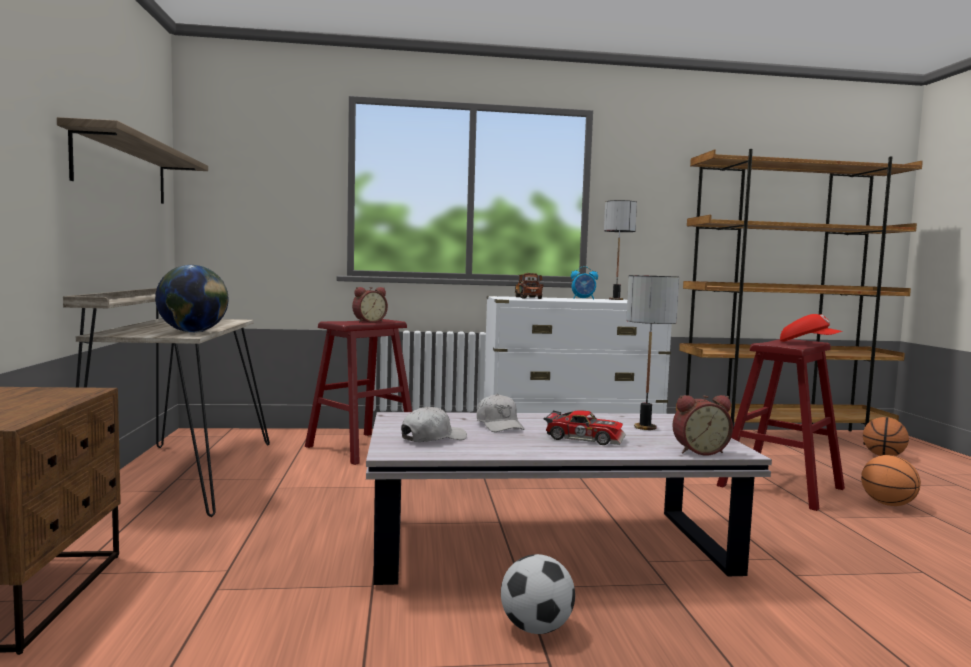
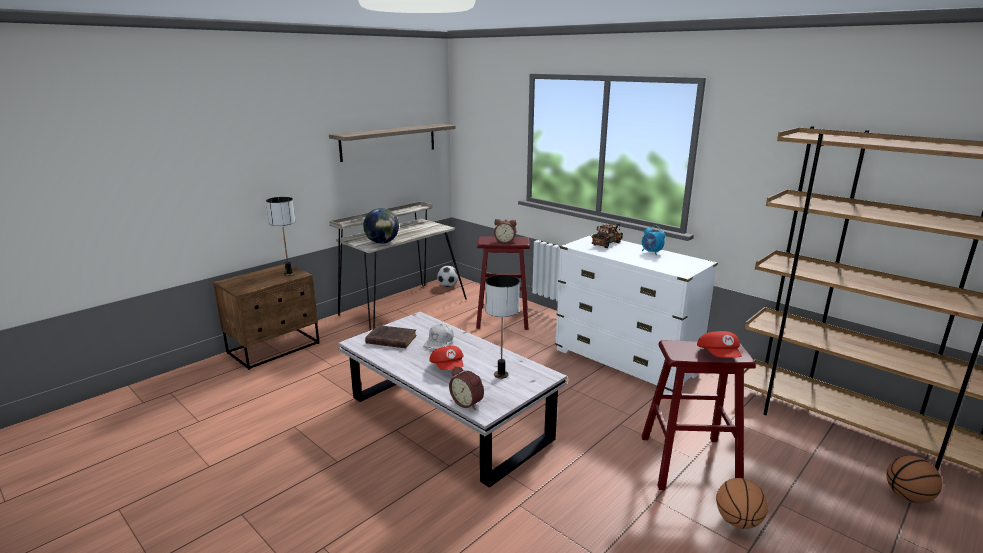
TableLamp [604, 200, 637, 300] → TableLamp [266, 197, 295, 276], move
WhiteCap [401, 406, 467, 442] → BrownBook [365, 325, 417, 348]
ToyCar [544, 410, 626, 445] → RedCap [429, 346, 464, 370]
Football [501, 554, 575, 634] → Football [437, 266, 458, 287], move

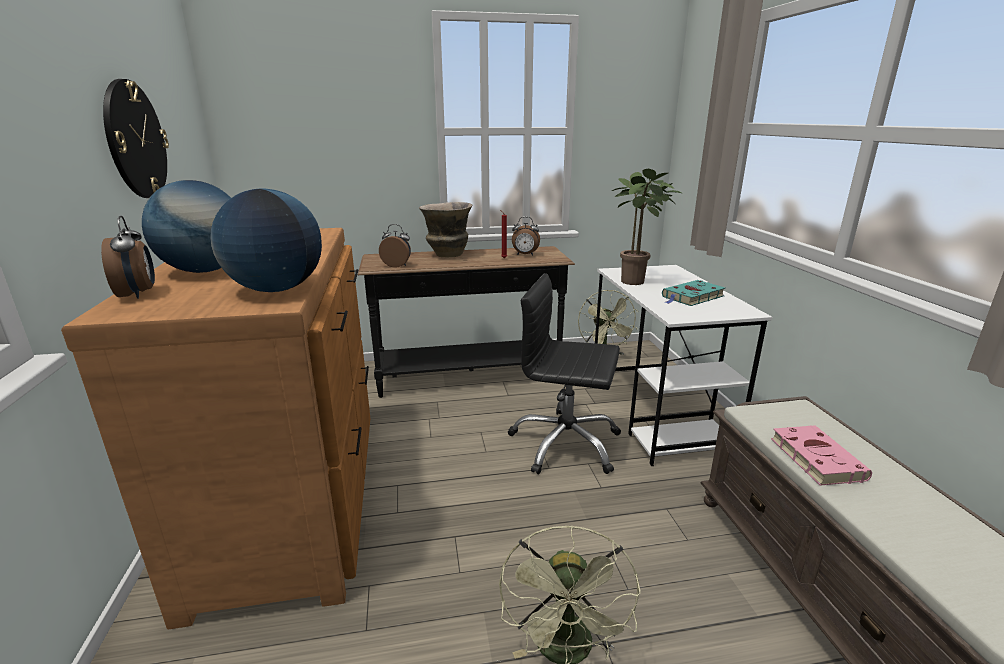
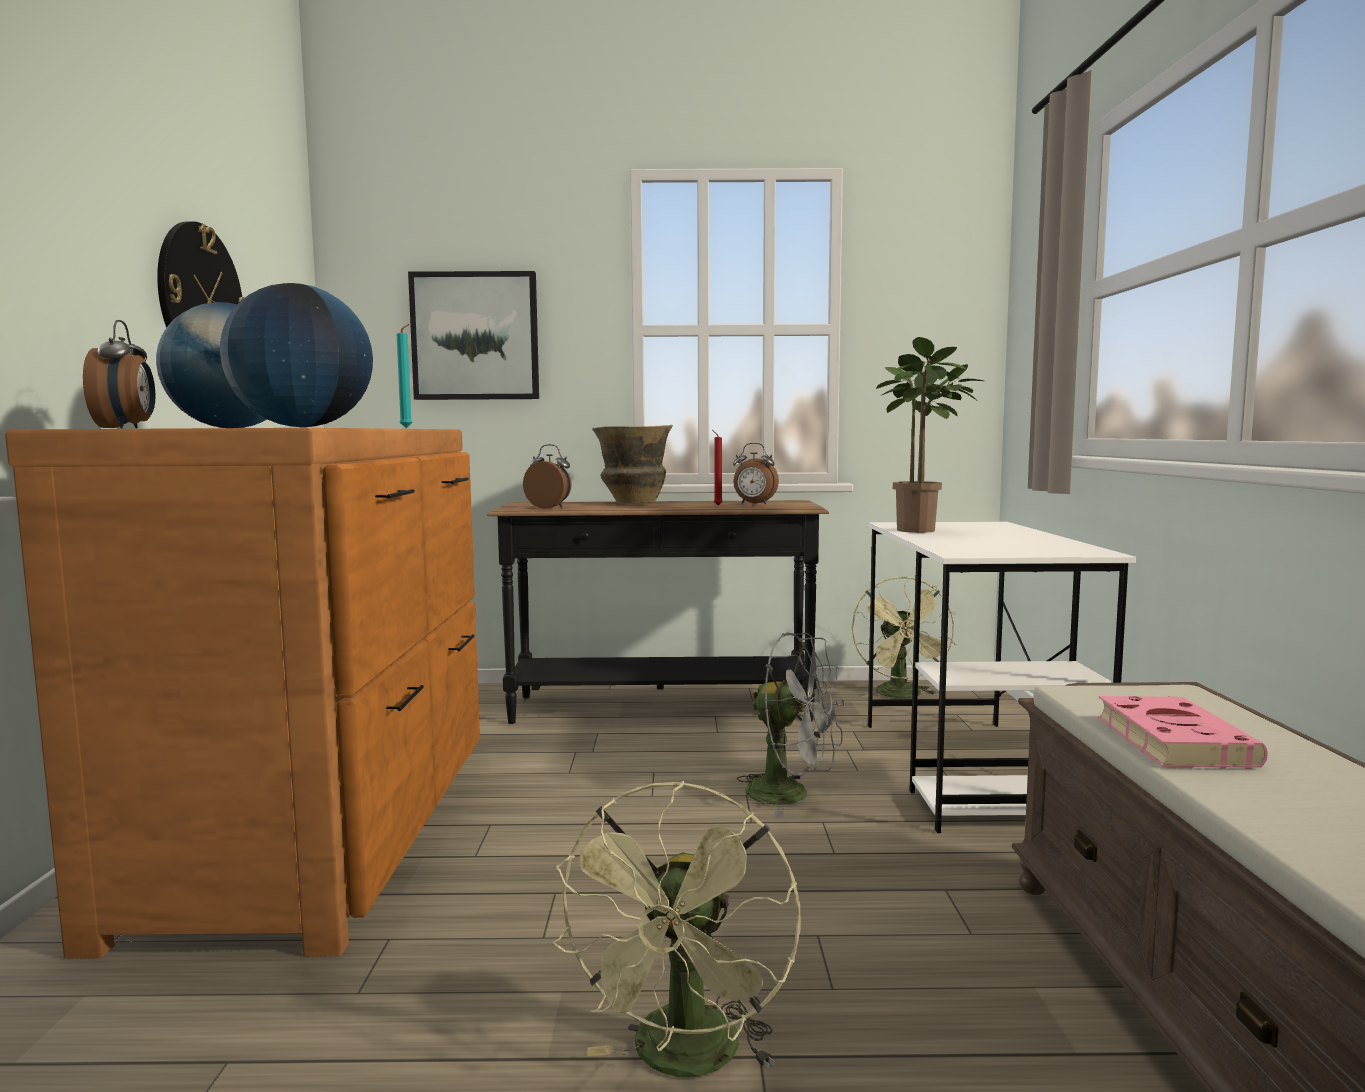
- → TurquoiseCandle [397, 324, 413, 428]
- → Picture [408, 271, 539, 400]
BlackOfficeChair [508, 273, 621, 474] → GreyFan [737, 633, 844, 817]
TurquoiseBook [662, 280, 725, 306] → -

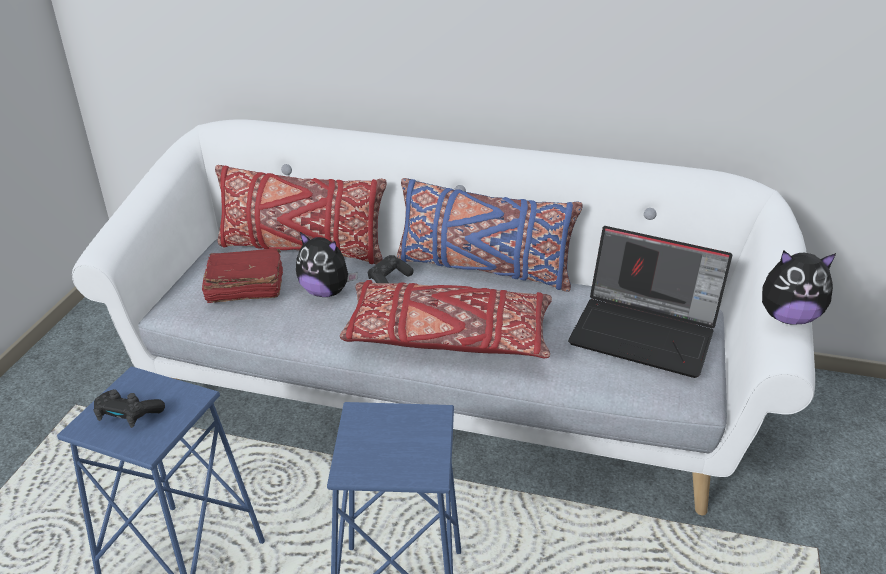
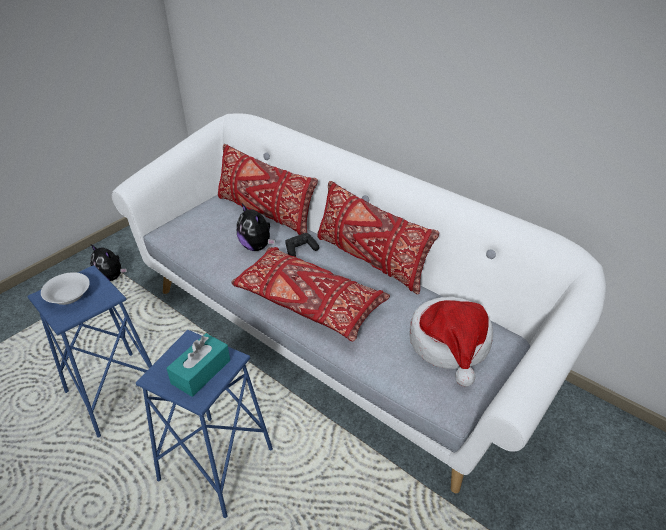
BlackGameController [94, 389, 165, 428] → WhiteBowl [41, 272, 90, 305]
PlushToy [762, 250, 836, 325] → PlushToy [90, 244, 127, 281], move
- → TurquoiseTissueBox [166, 333, 230, 397]
BluePillow [397, 178, 583, 292] → RedPillow [317, 181, 439, 294]
Laptop [568, 226, 732, 378] → Hat [410, 297, 493, 387]
RedBook [202, 248, 283, 303] → -

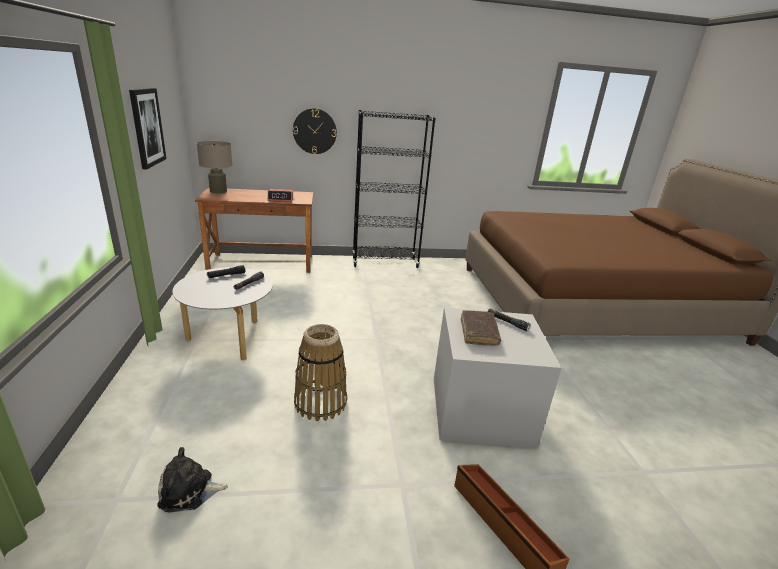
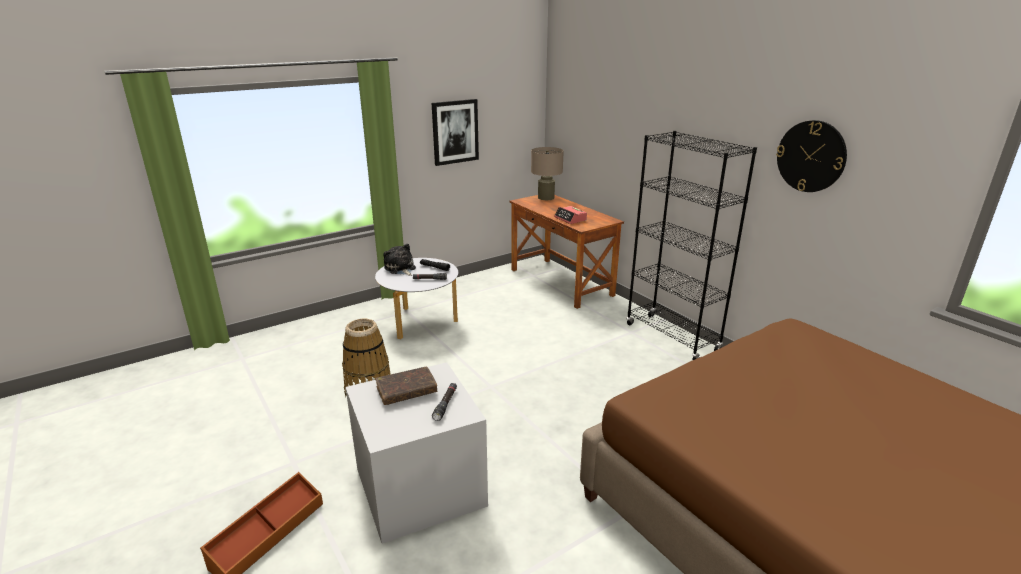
PlushToy [158, 447, 228, 513] → PlushToy [383, 244, 416, 276], move
WallClock [293, 108, 337, 154] → WallClock [776, 120, 847, 192], move

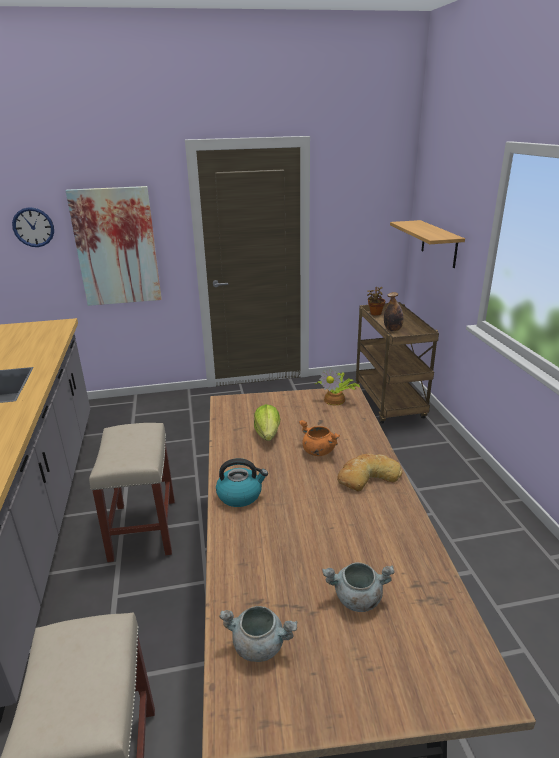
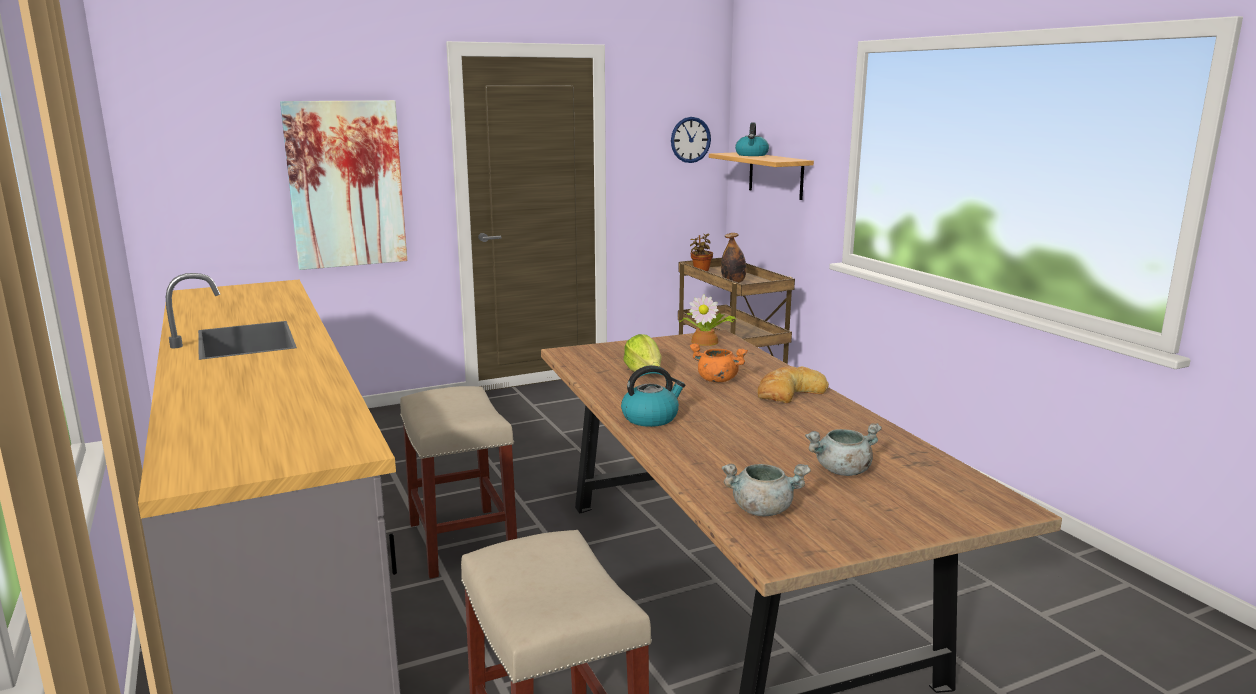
WallClock [12, 207, 54, 247] → WallClock [671, 117, 711, 163], move
- → Kettle [735, 122, 769, 156]

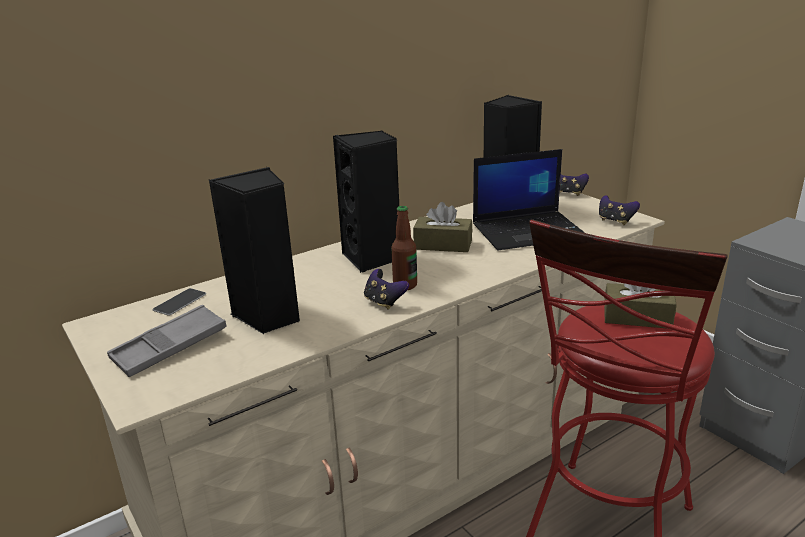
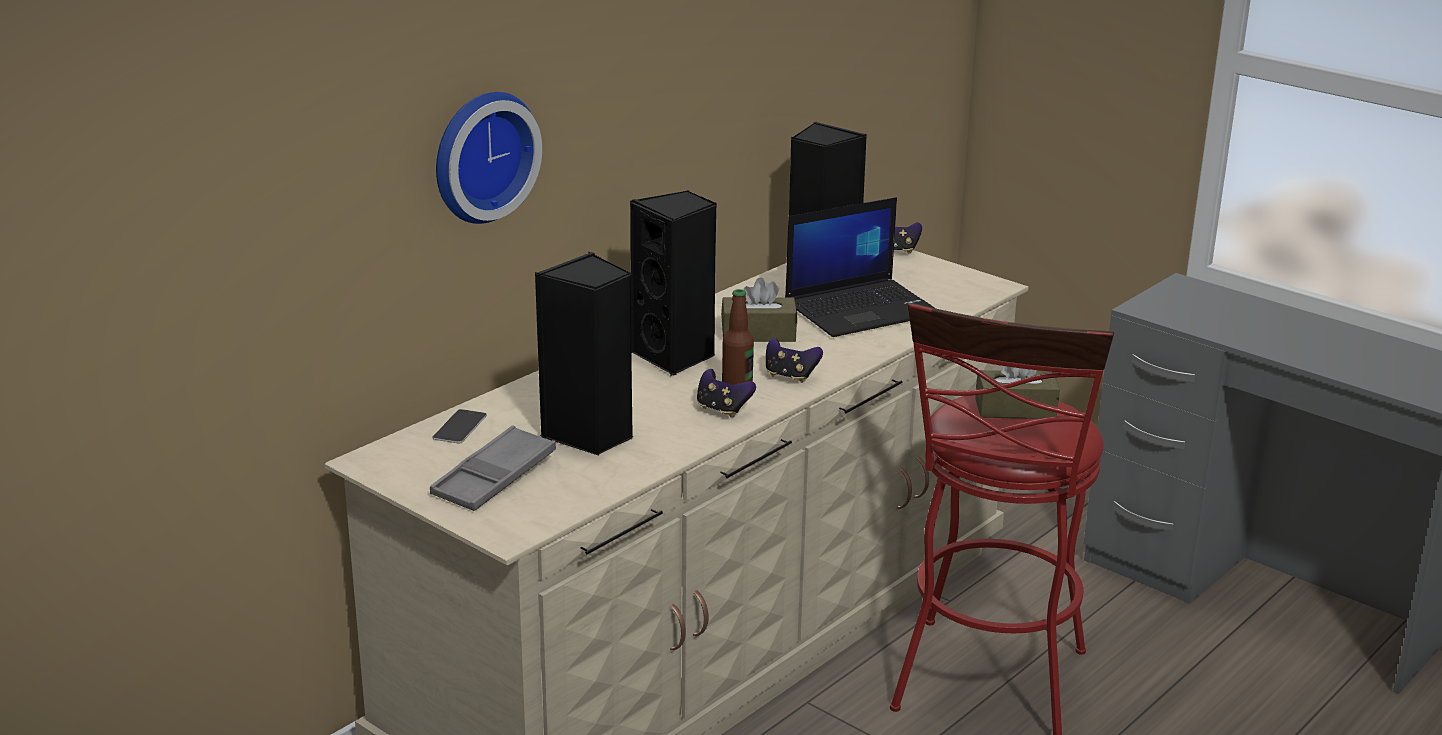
- → WallClock [436, 92, 542, 224]
GameController [599, 195, 640, 225] → GameController [766, 338, 823, 383], move

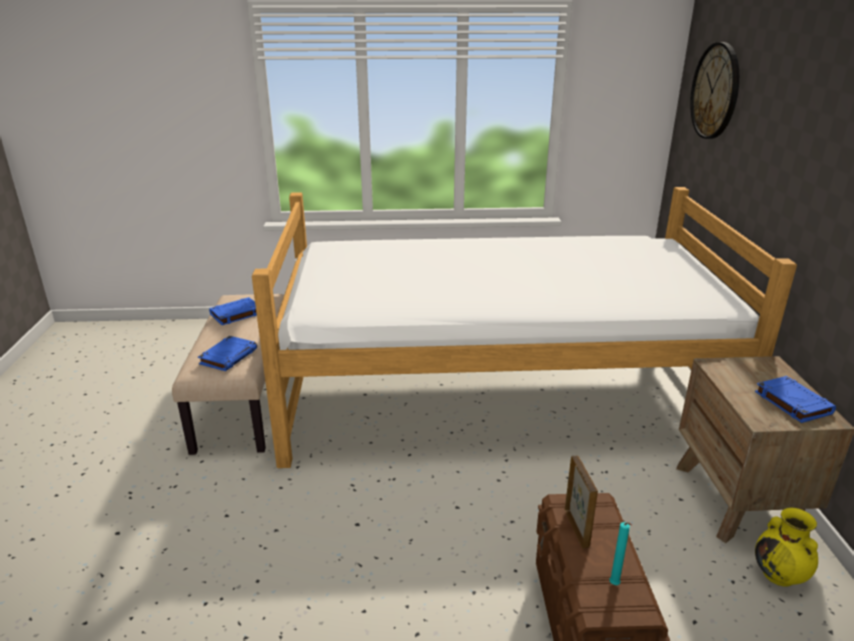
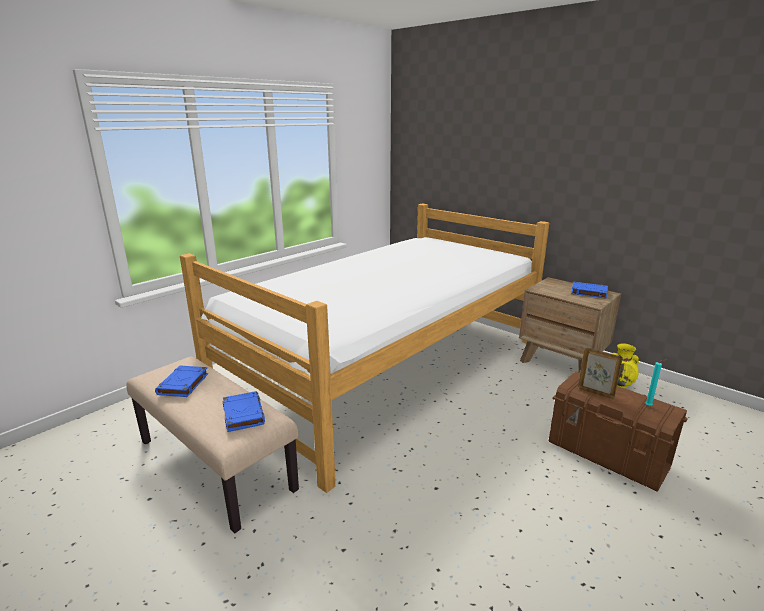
WallClock [690, 42, 739, 139] → -

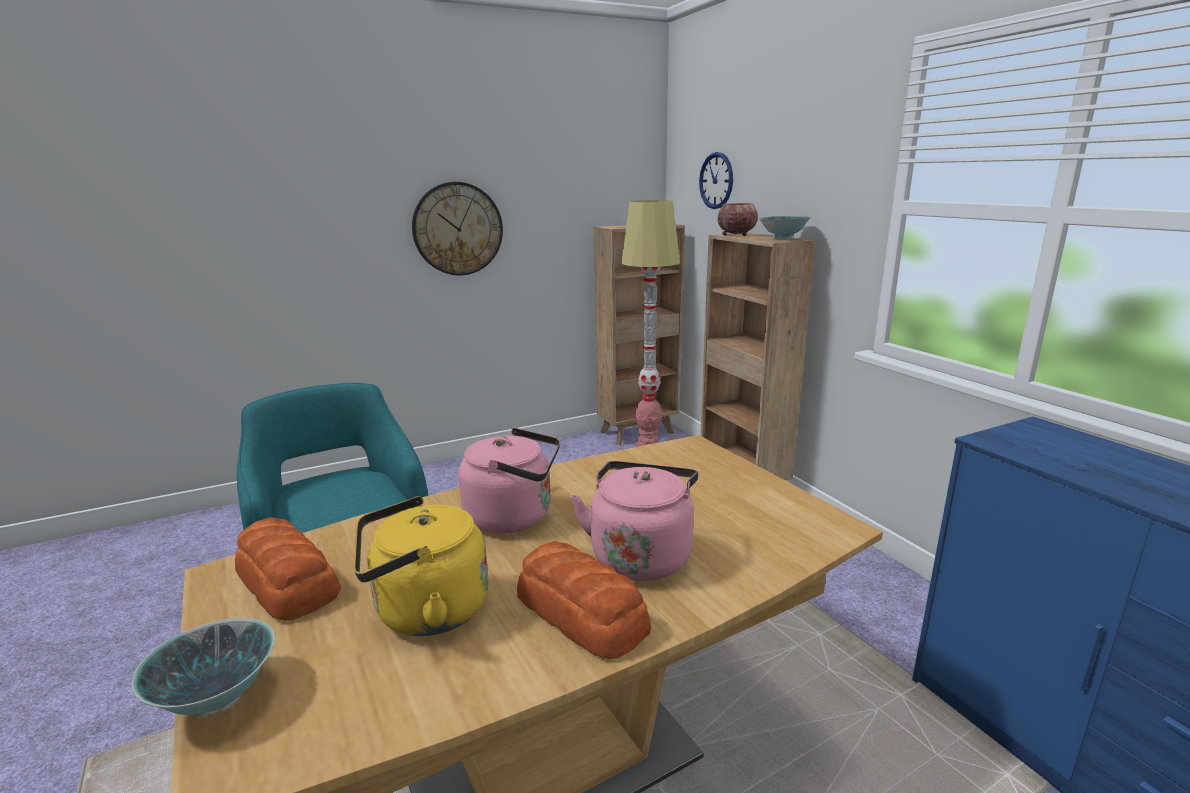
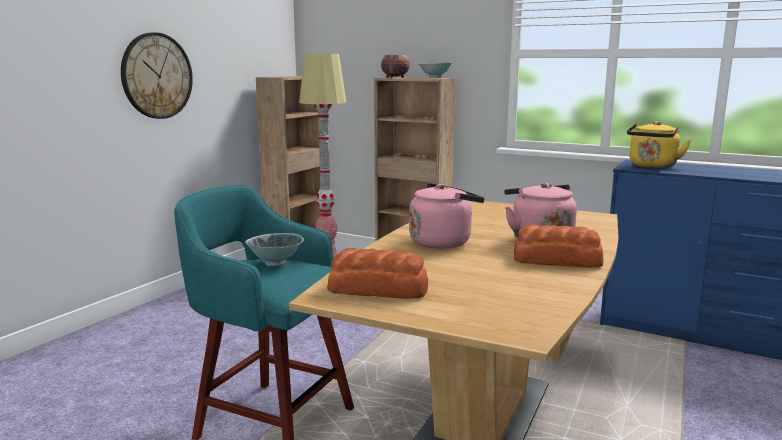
Bowl [132, 618, 275, 717] → Bowl [245, 233, 304, 266], move
YellowKettle [354, 496, 489, 636] → YellowKettle [627, 121, 691, 168], move
WallClock [699, 152, 733, 209] → -

